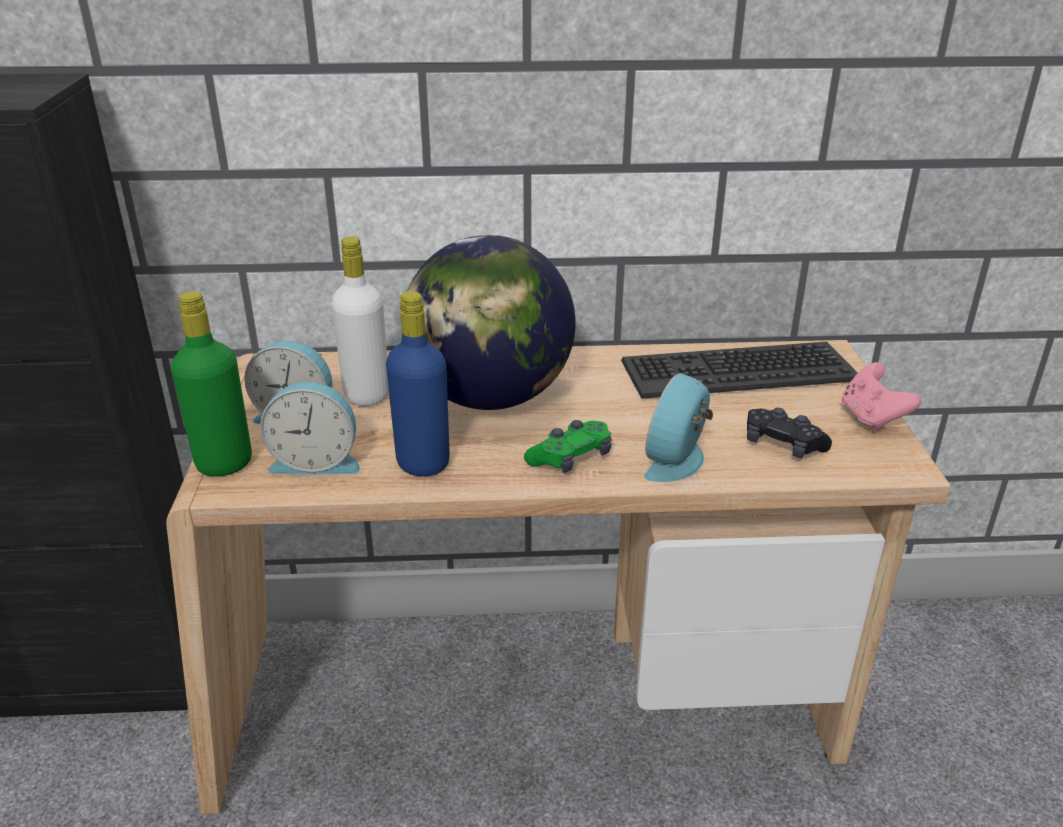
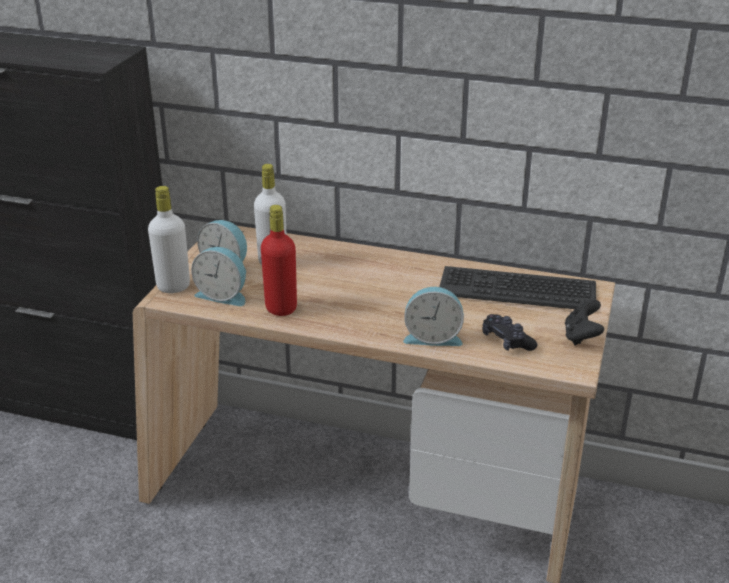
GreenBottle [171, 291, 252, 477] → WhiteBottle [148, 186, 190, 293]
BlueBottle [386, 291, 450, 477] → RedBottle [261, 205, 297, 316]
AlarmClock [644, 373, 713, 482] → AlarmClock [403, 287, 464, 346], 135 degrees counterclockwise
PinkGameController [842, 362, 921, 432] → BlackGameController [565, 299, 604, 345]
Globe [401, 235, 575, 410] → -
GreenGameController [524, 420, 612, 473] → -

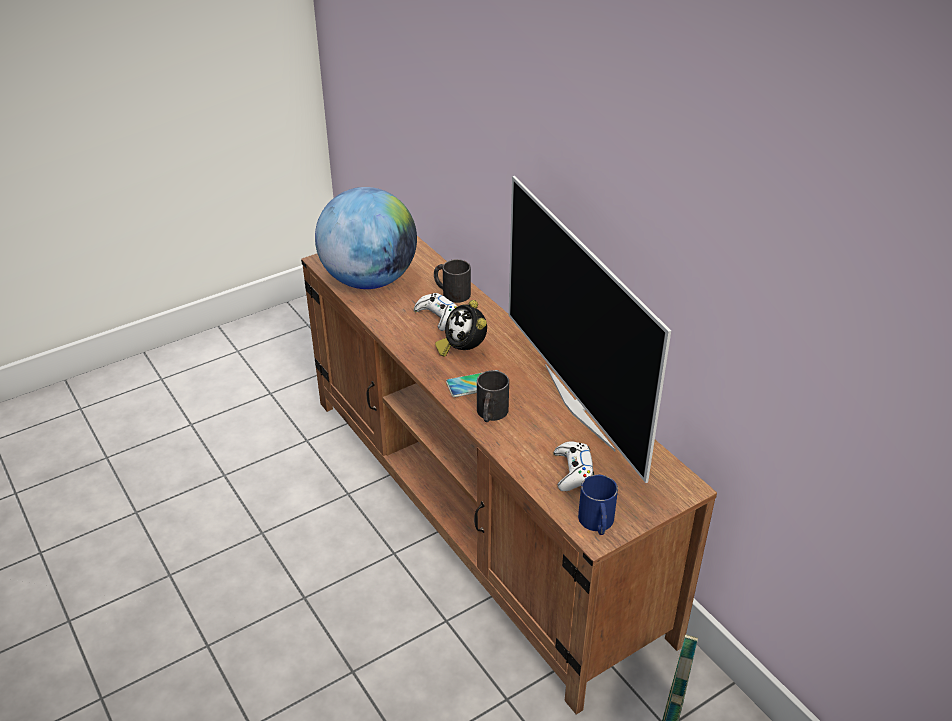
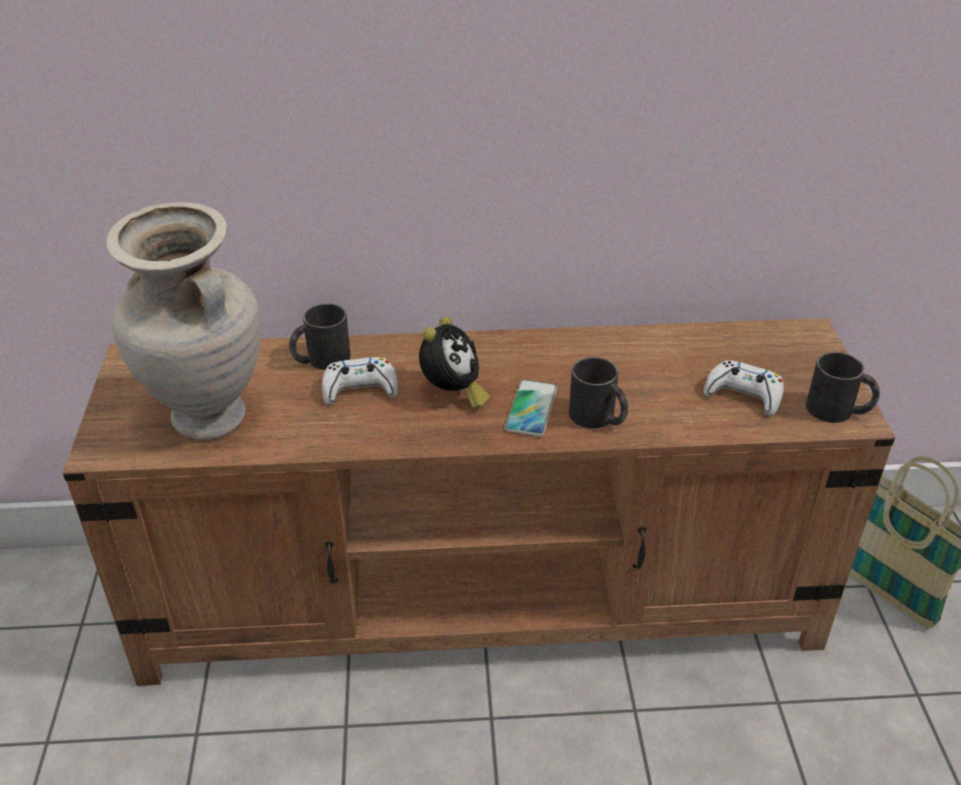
Globe [315, 187, 417, 289] → BeigeVase [106, 202, 261, 441]
AlarmClock [435, 300, 487, 356] → AlarmClock [419, 317, 490, 409], 75 degrees counterclockwise
BlueMug [578, 474, 618, 535] → BlackMug [806, 352, 880, 423]
Television [509, 176, 671, 483] → -

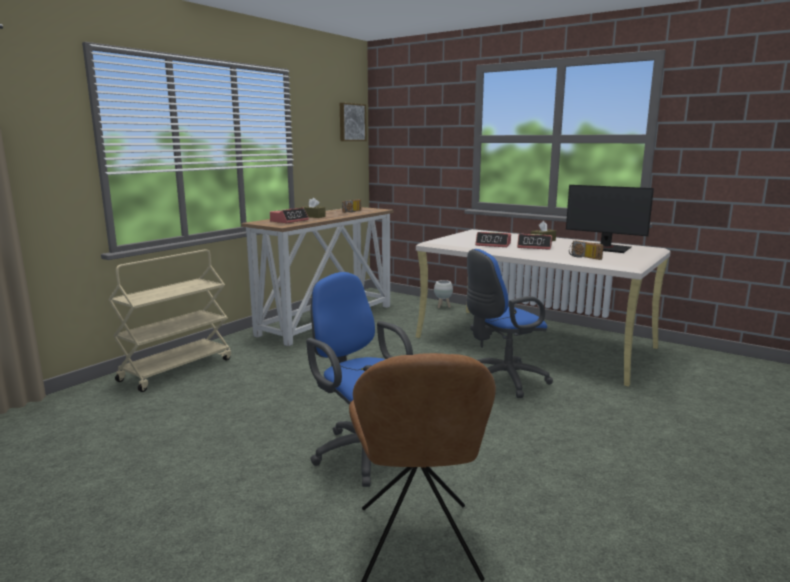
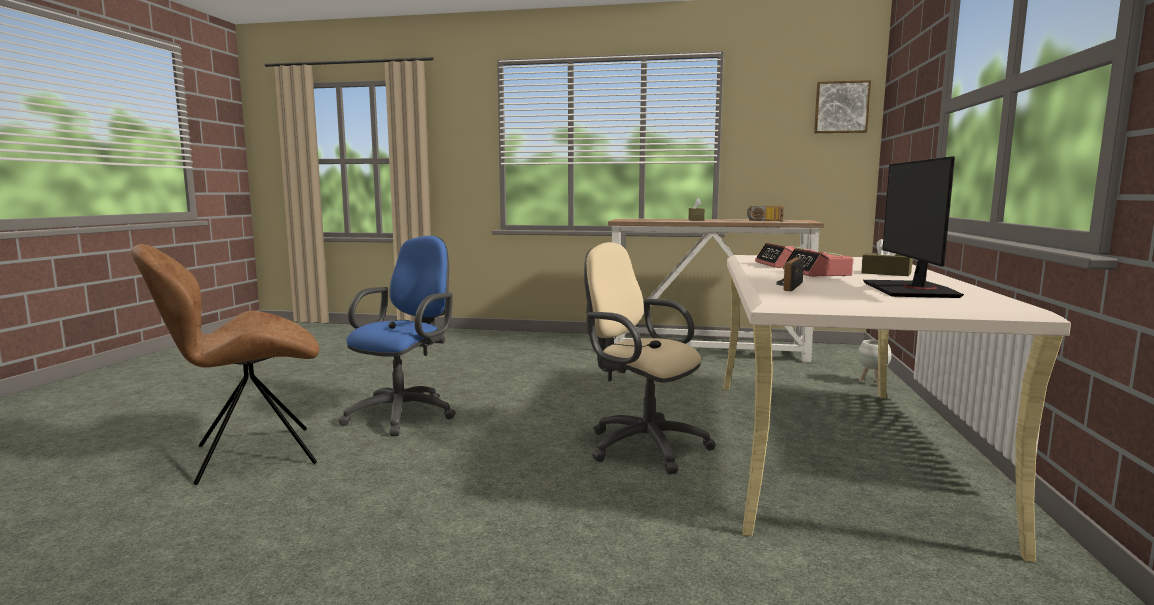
BlueOfficeChair [467, 249, 553, 398] → BeigeOfficeChair [584, 242, 716, 474]
BeigeCart [108, 249, 231, 392] → -
AlarmClock [270, 208, 309, 223] → -

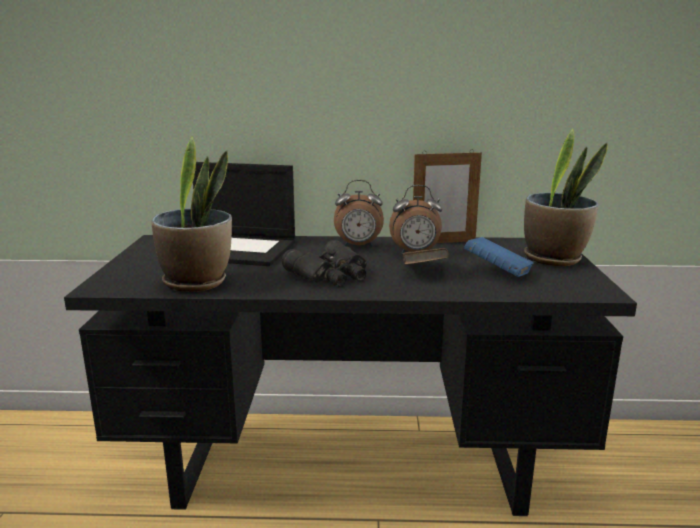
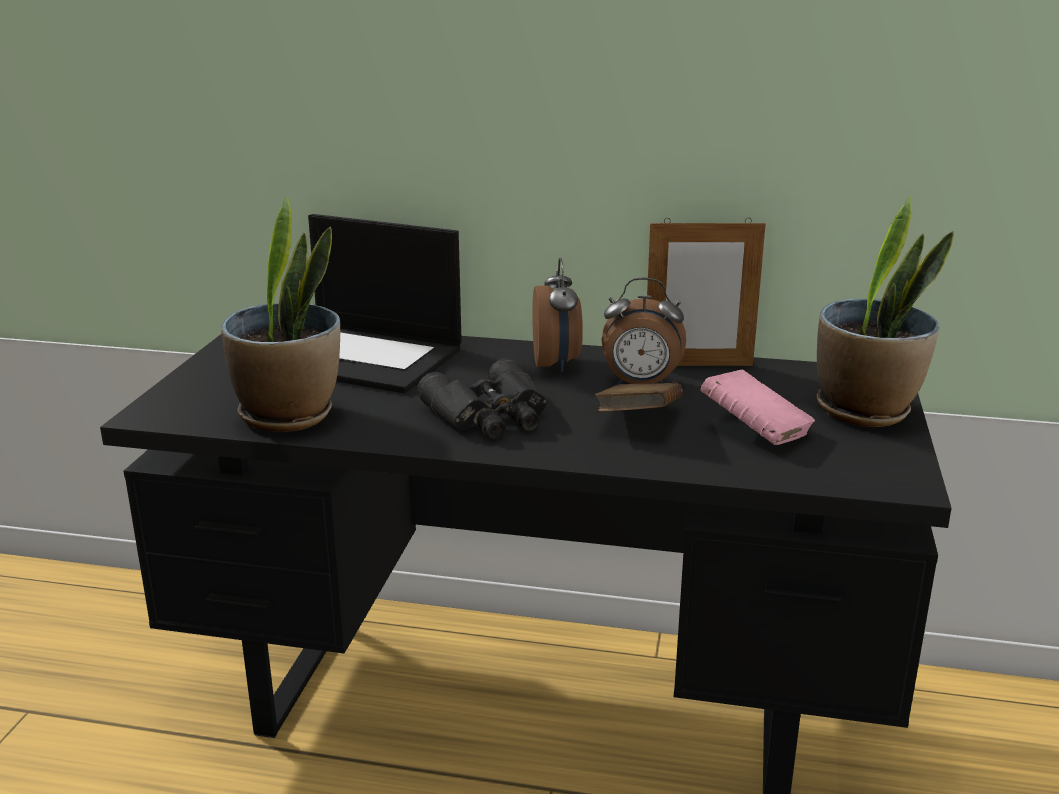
AlarmClock [334, 180, 384, 247] → AlarmClock [532, 258, 583, 372], 105 degrees counterclockwise
BlueBook [464, 237, 534, 277] → PinkBook [700, 370, 815, 445]

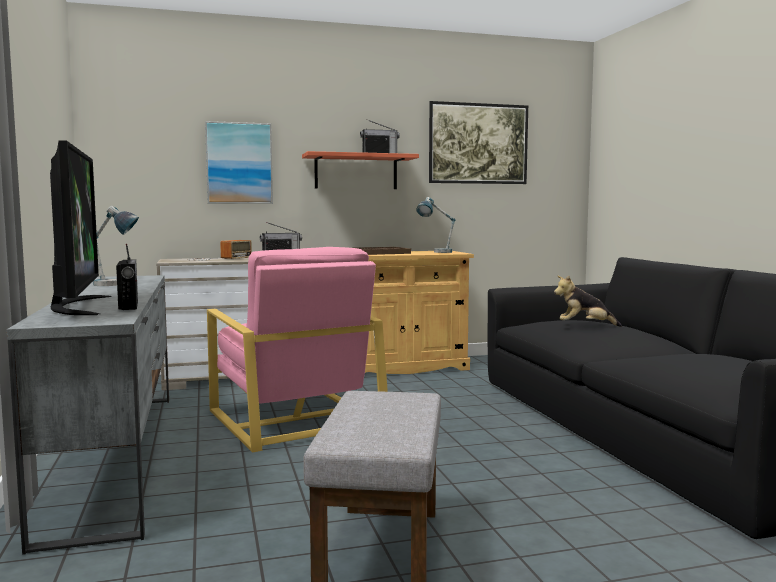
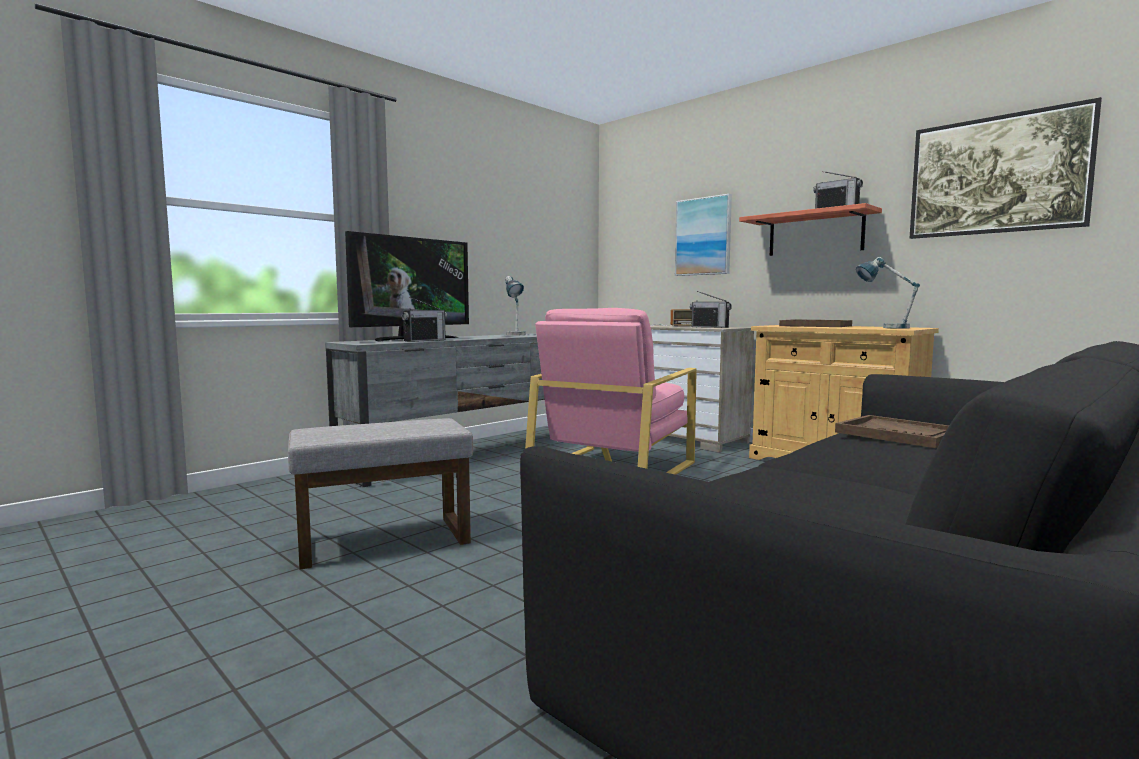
PlushToy [554, 275, 622, 327] → BrownTray [835, 415, 949, 448]

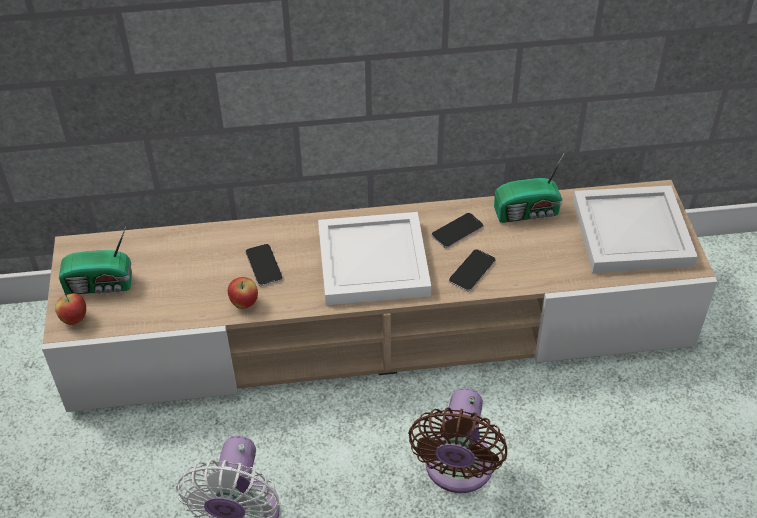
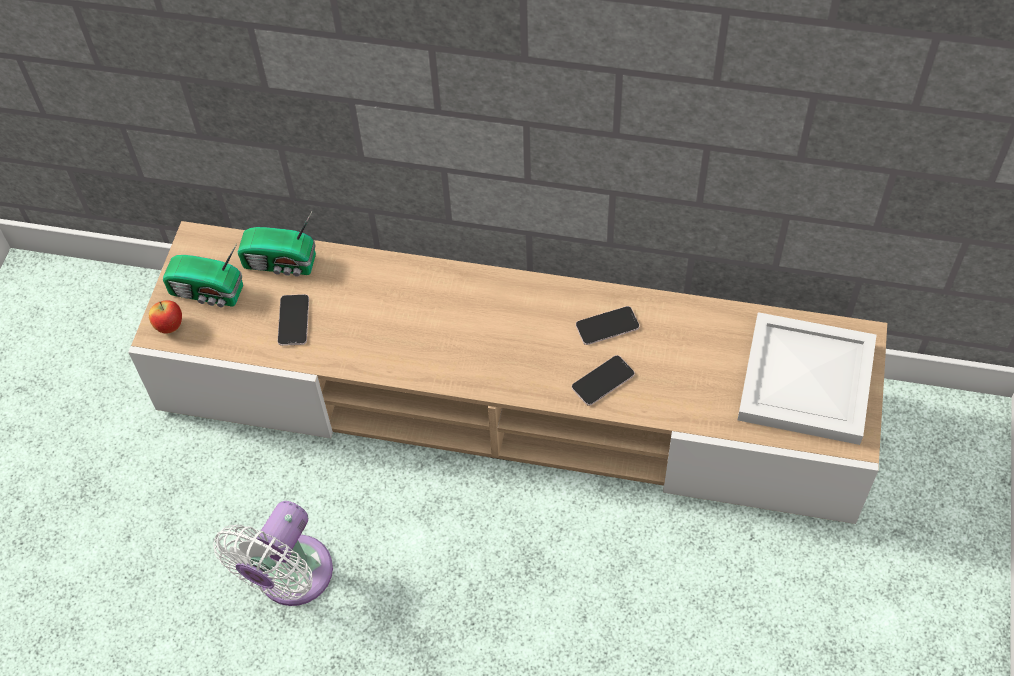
Radio [494, 154, 564, 223] → Radio [238, 212, 316, 277], move
Phone [245, 244, 283, 286] → Phone [277, 294, 309, 346], move
Apple [228, 277, 258, 309] → -
WhiteTray [318, 212, 431, 305] → -
BrownFan [408, 388, 507, 493] → -

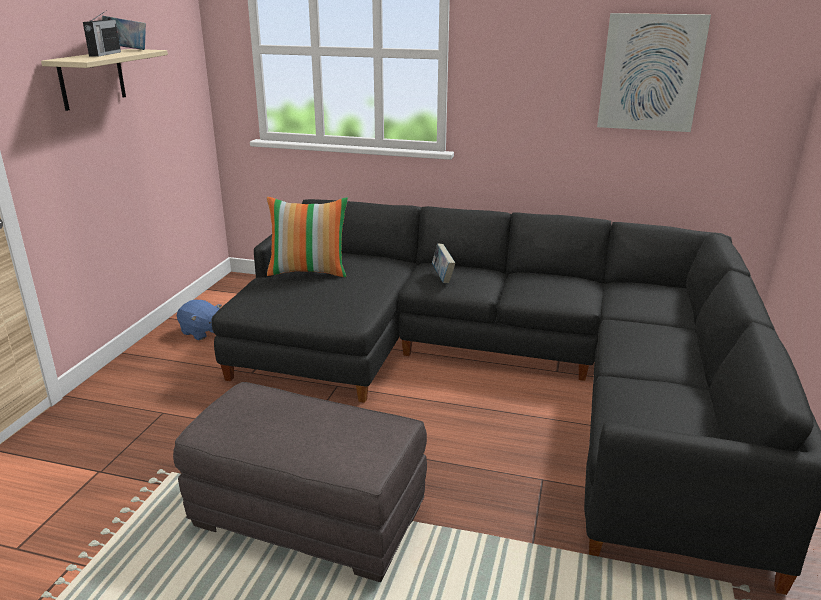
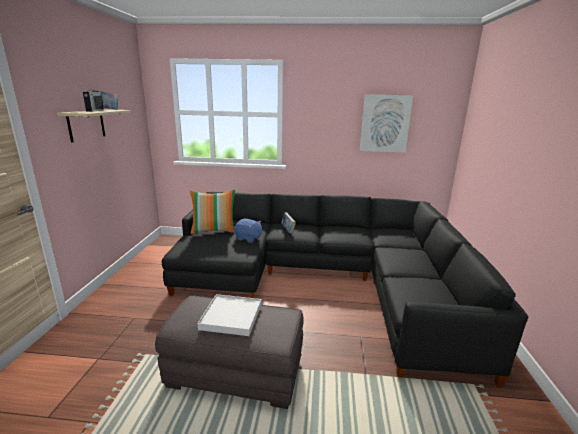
- → WhiteTray [197, 294, 262, 336]
BluePlushToy [177, 300, 222, 340] → BluePlushToy [234, 219, 263, 243], move

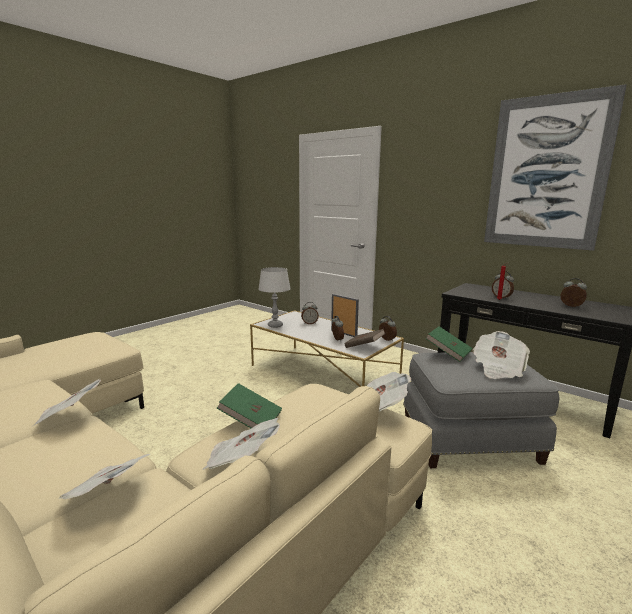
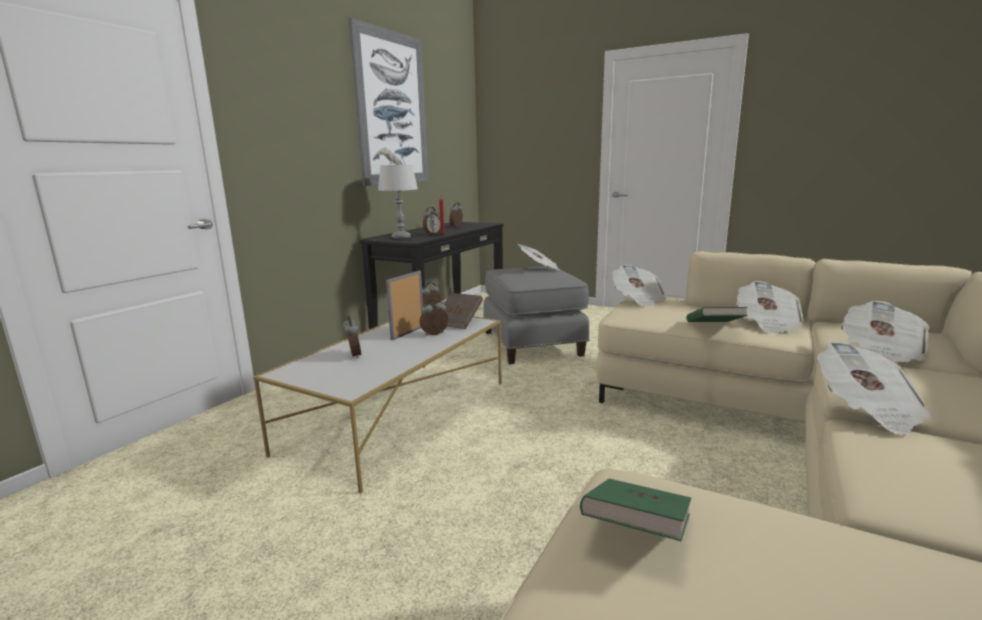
GreyTableLamp [258, 267, 291, 328] → GreyTableLamp [378, 165, 418, 239], move
GreenBook [425, 326, 472, 362] → GreenBook [580, 479, 691, 541], move

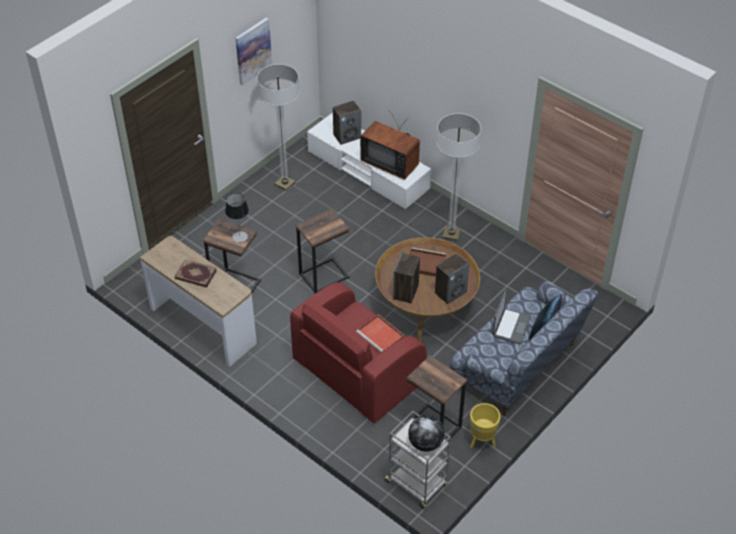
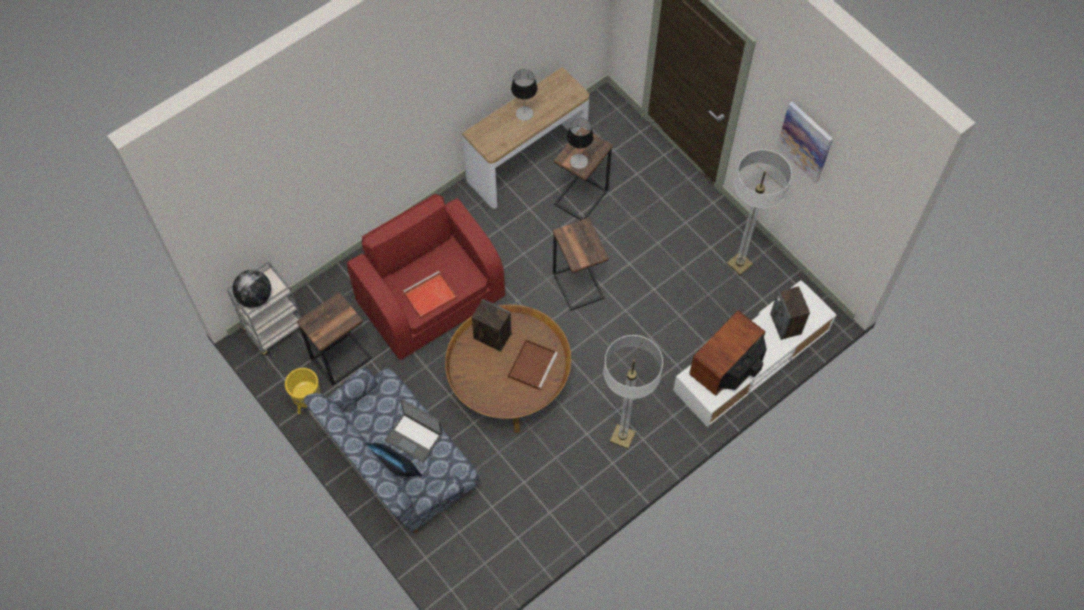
Book [175, 259, 217, 288] → TableLamp [511, 69, 538, 121]
Speaker [435, 253, 469, 304] → -

